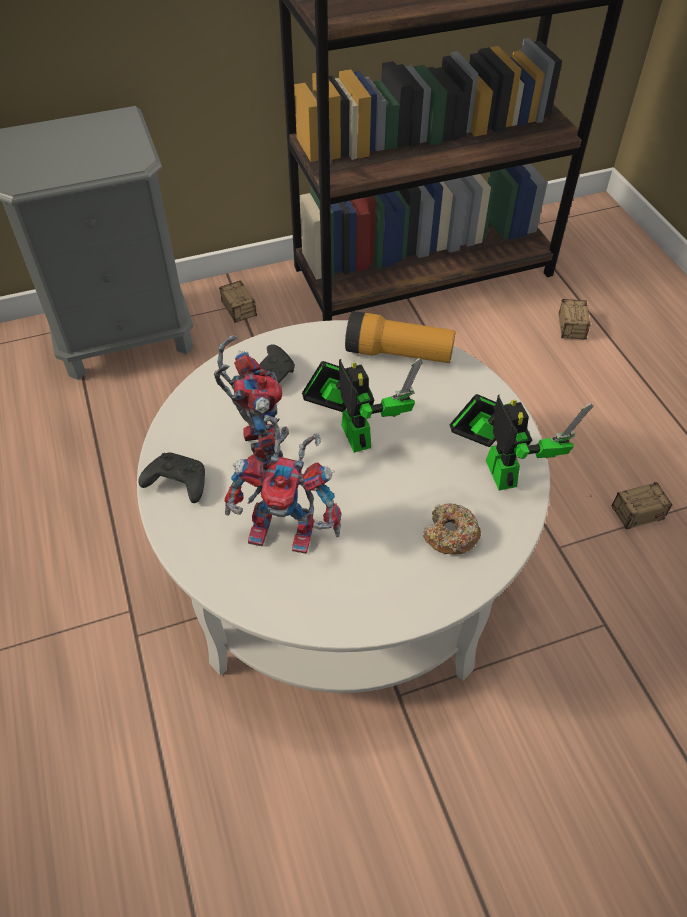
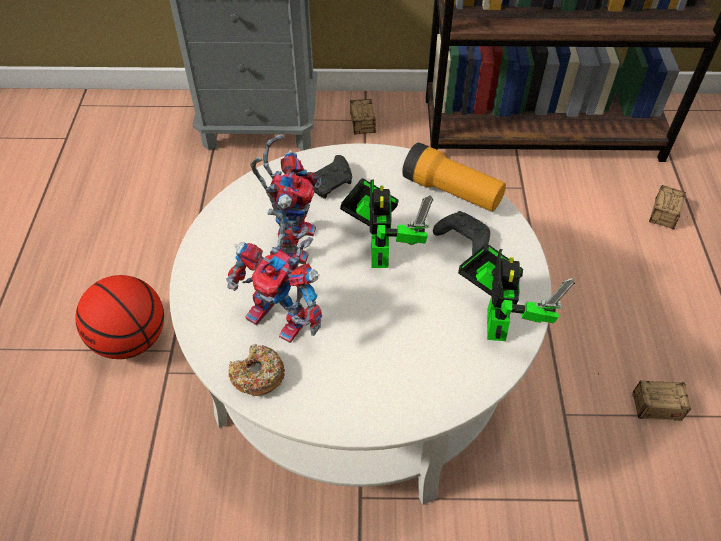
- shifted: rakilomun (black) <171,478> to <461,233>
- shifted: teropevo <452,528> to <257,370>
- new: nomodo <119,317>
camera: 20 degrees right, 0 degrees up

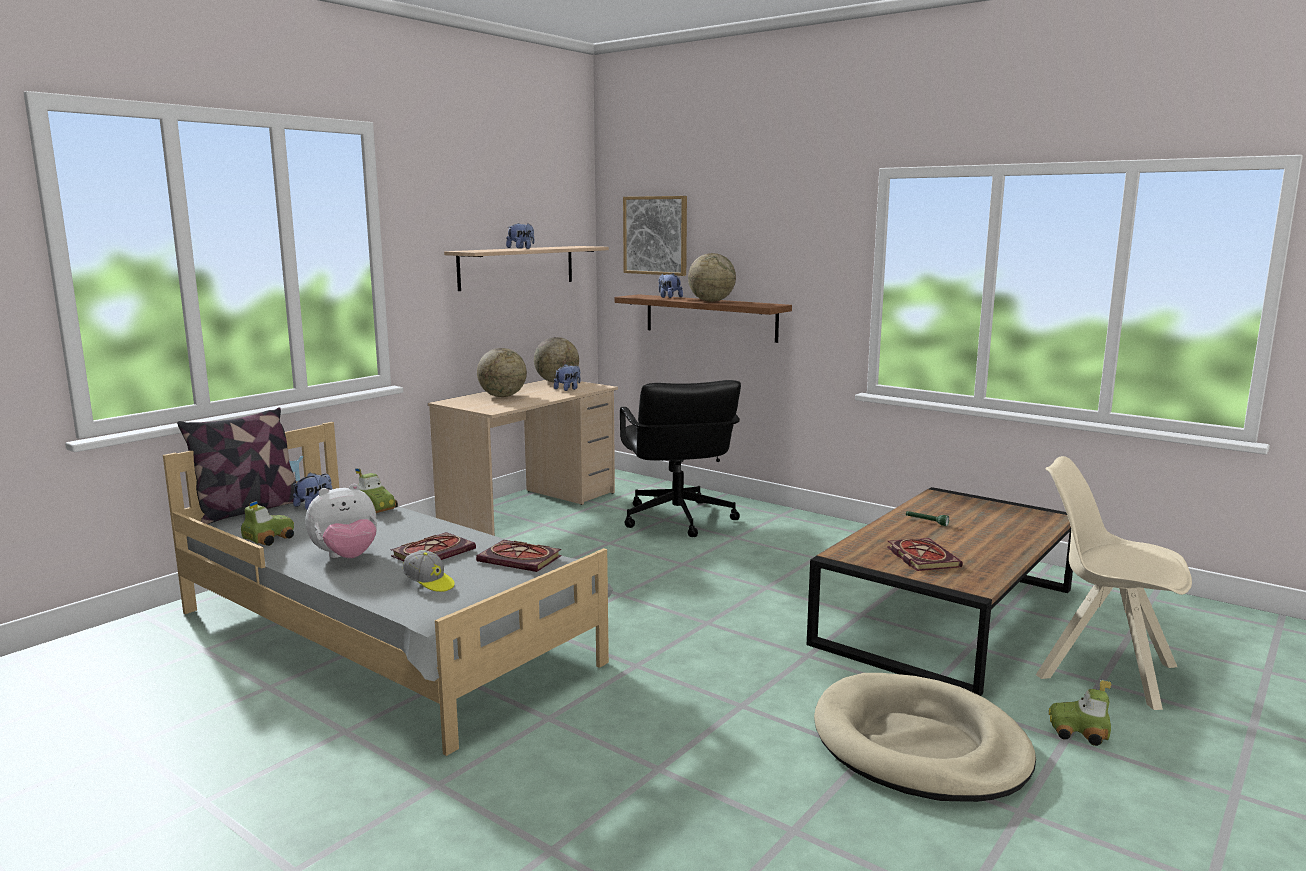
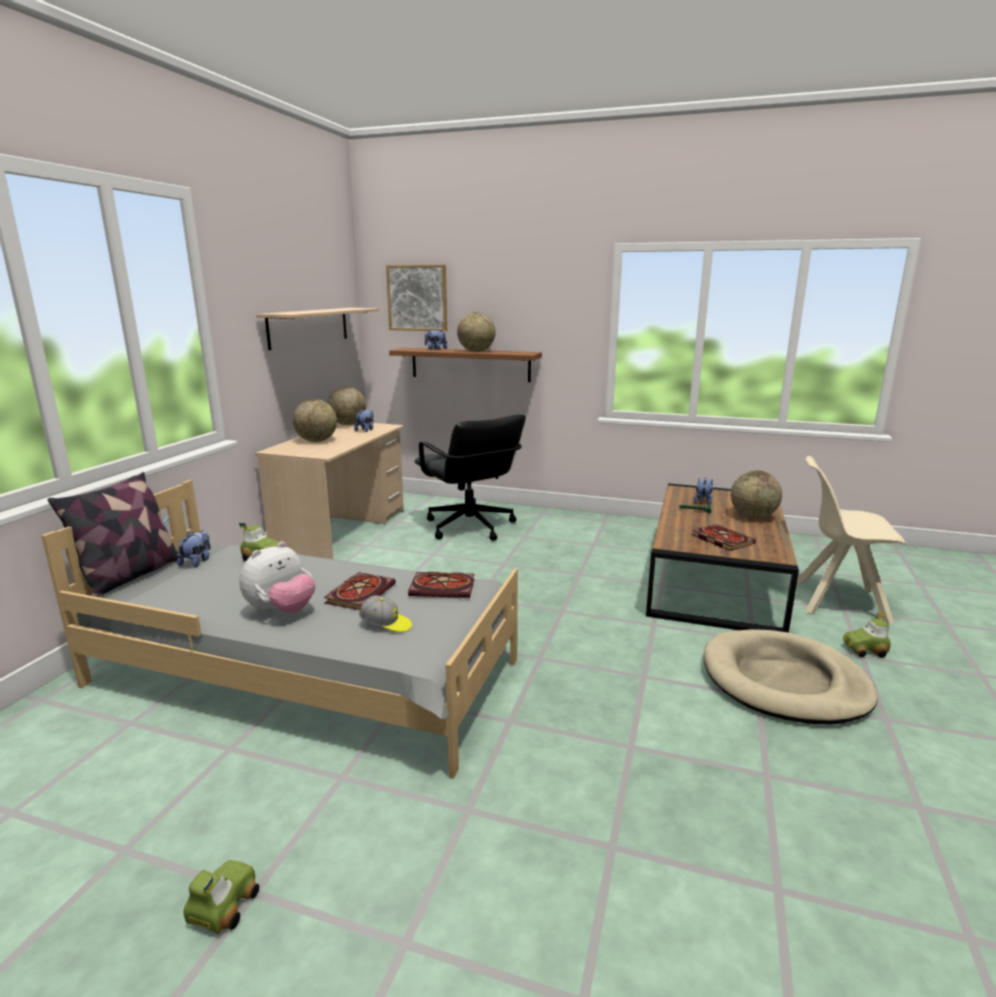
- shifted: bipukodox <267,523> to <221,897>
- shifted: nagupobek <520,236> to <703,491>
- new: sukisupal <756,494>
camera: 20 degrees left, 5 degrees up

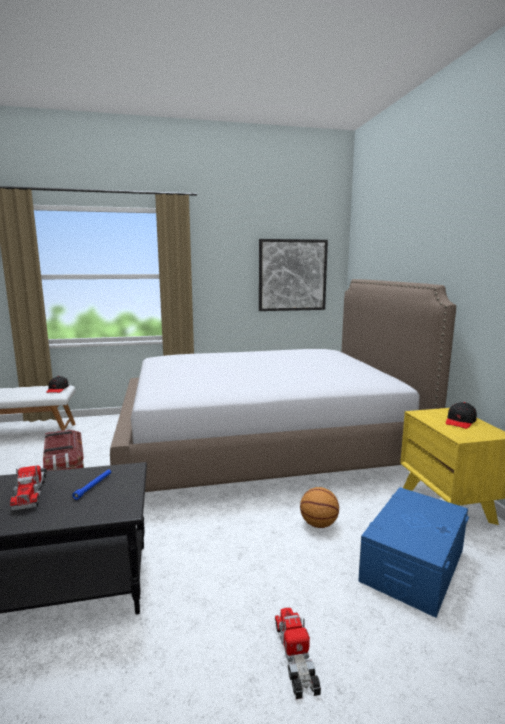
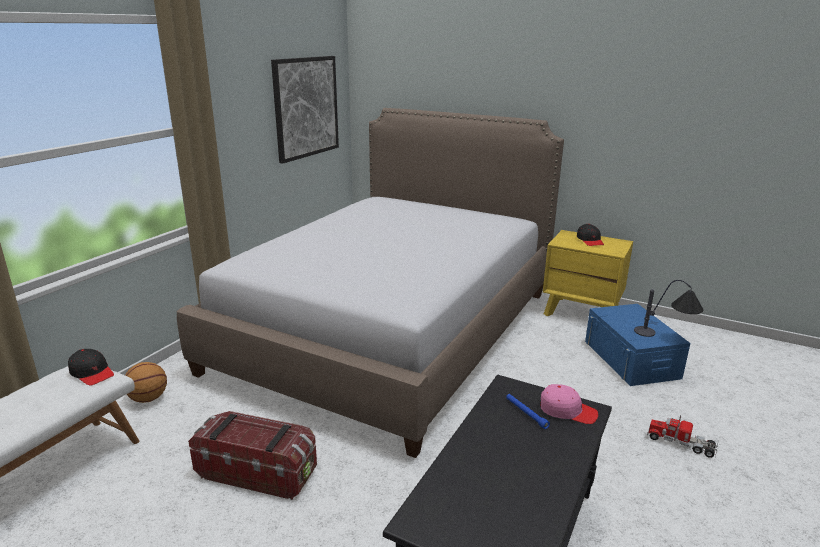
- gone: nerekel <28,487>
- shifted: nomodo <319,507> to <146,382>
- new: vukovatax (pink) <569,404>
- new: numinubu <668,308>
camera: 50 degrees left, 10 degrees up

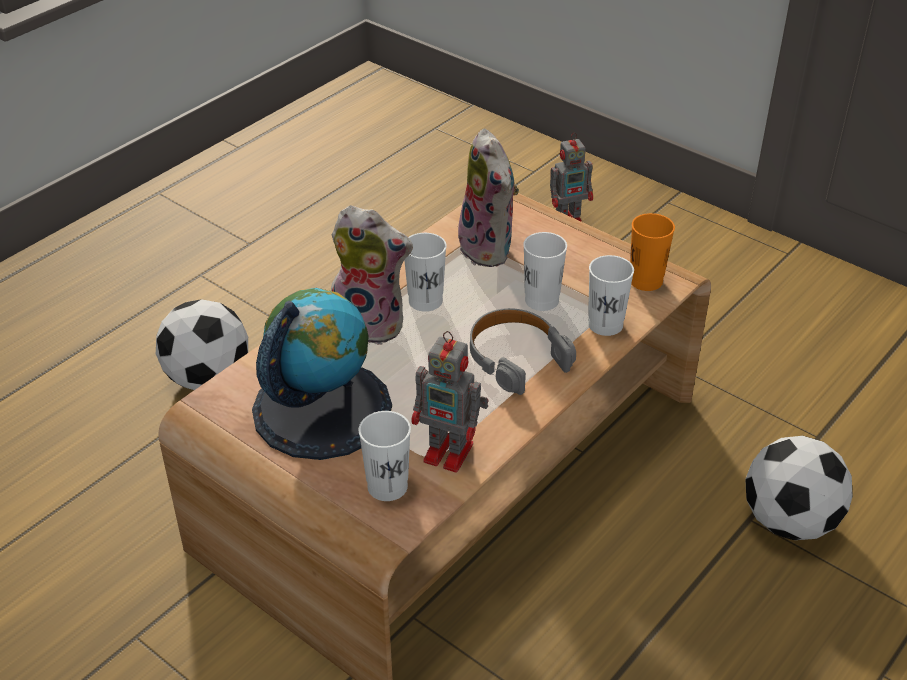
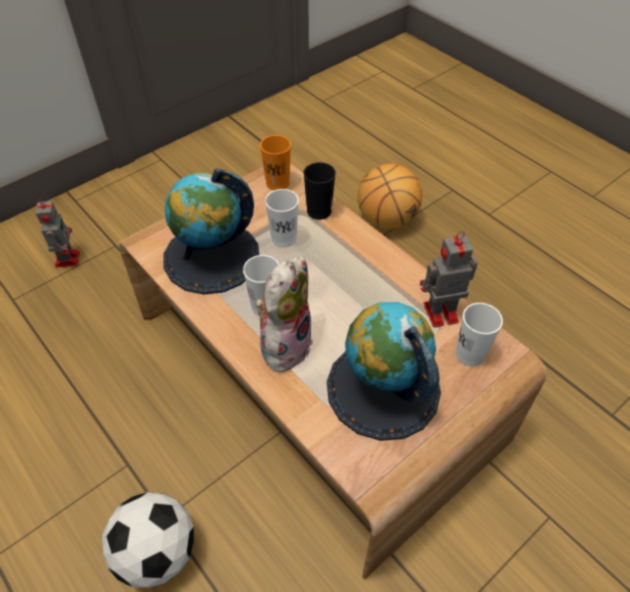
- rotated: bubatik <449,401> = <449,279> 135 degrees counterclockwise
- swapped: nagupobek <486,198> to sukisupal <211,231>
- gone: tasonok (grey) <523,351>
- repainted: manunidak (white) <611,295> to manunidak (black) <319,191>
- swapped: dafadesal <799,488> to nomodo <389,196>
camera: 80 degrees left, 10 degrees up

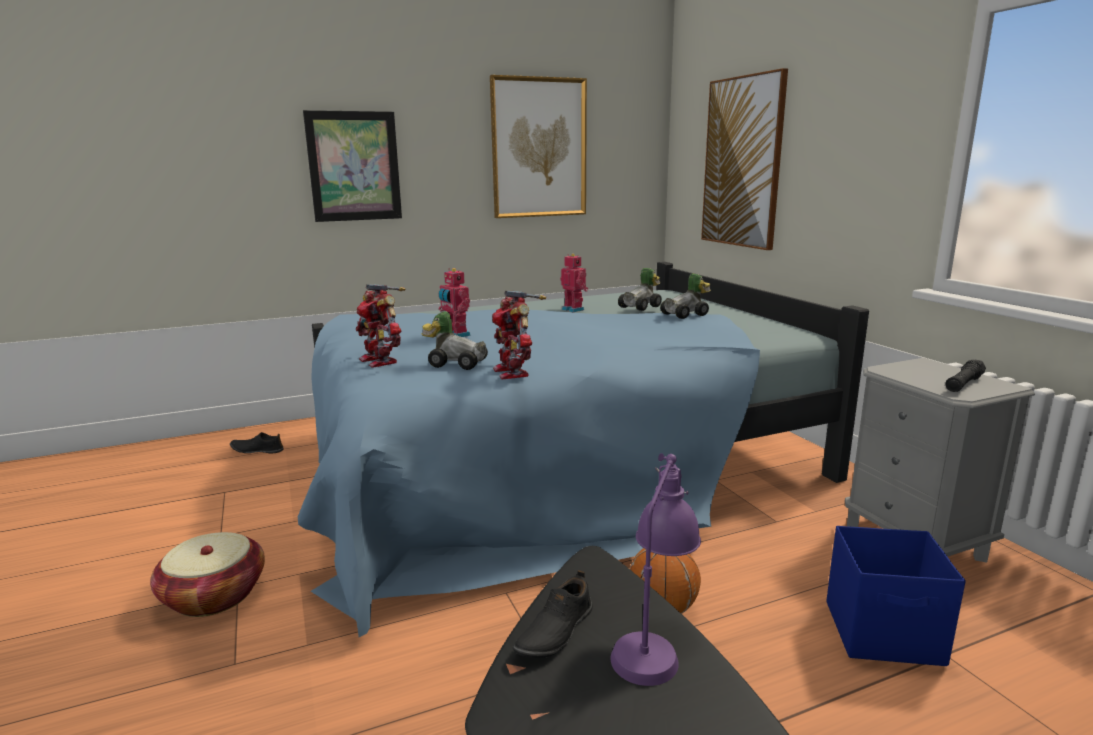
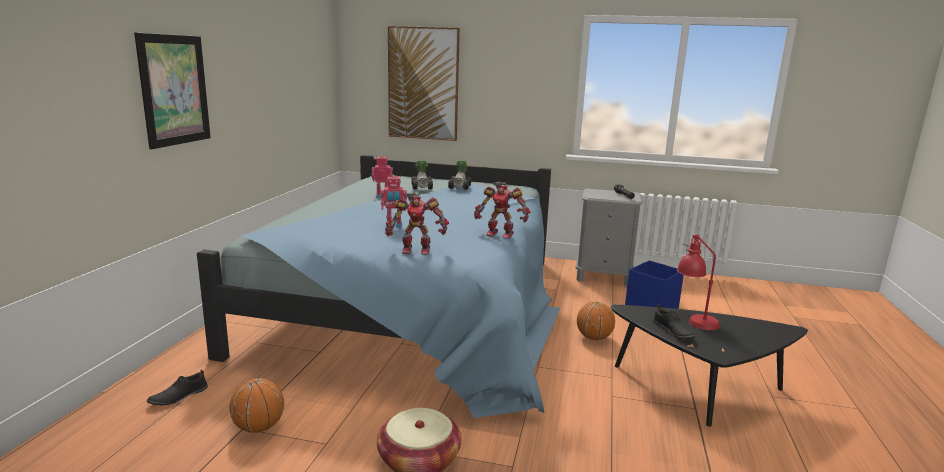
- gone: bipukodox <455,341>
- gone: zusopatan <538,146>
- repainted: numinubu (purple) <655,569> to numinubu (red) <698,282>
- new: nomodo <256,405>
camera: 55 degrees left, 0 degrees up

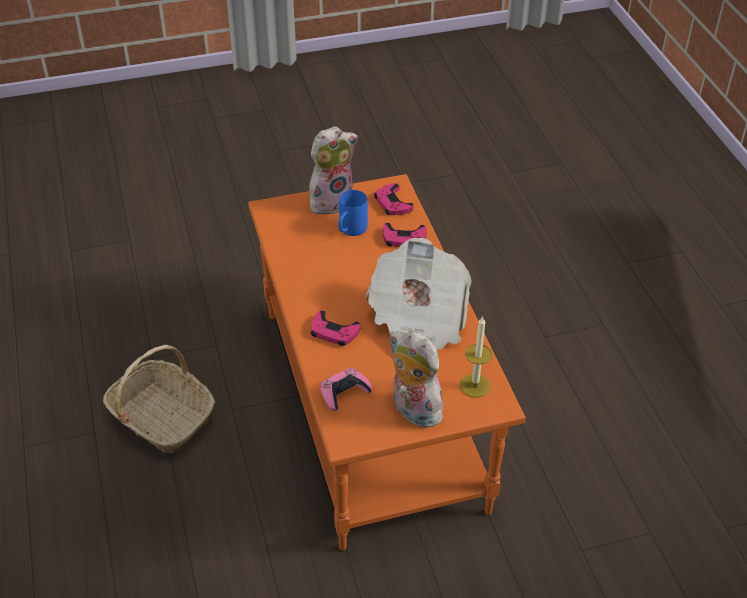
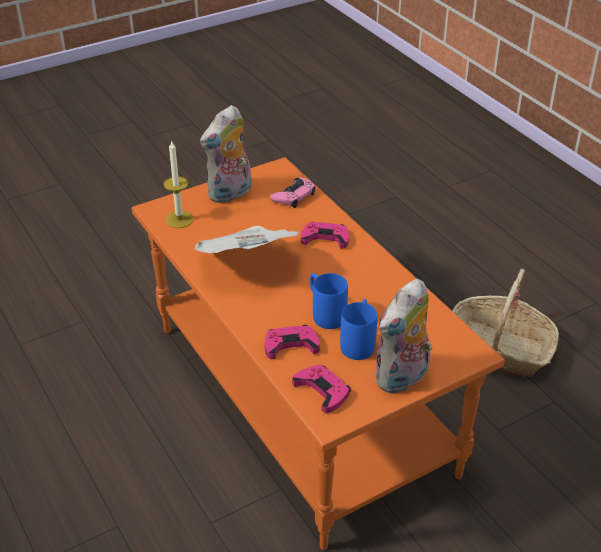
- rotated: nagupobek <416,379> = <226,154> 105 degrees clockwise
- new: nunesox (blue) <329,301>
camera: 165 degrees right, 5 degrees down

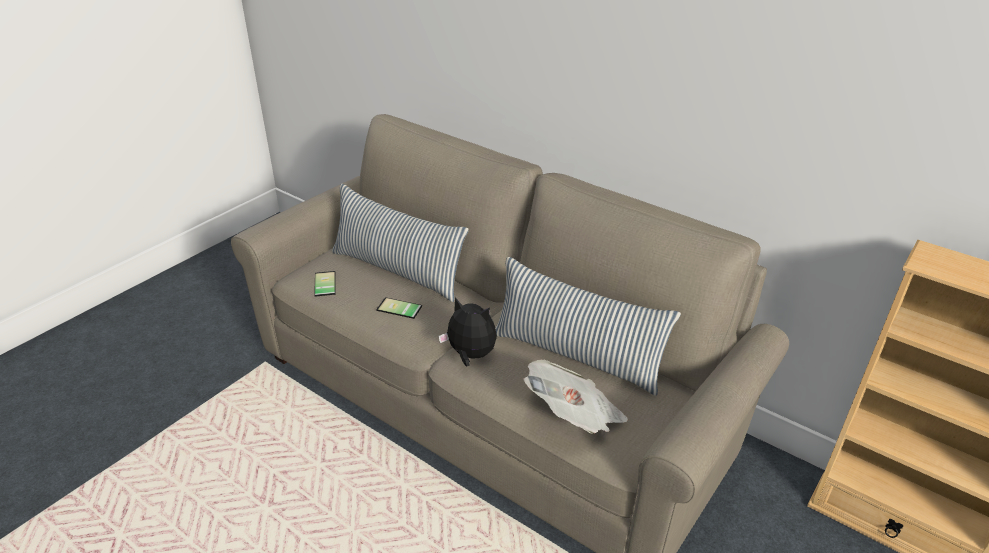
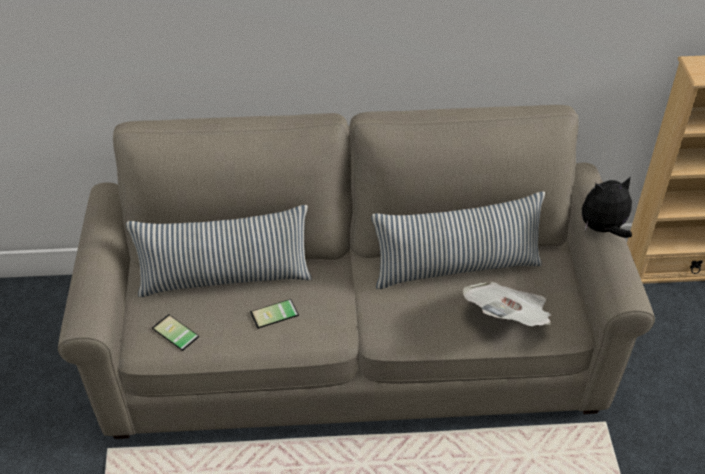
- shifted: nagupobek <468,331> to <607,207>
camera: 40 degrees left, 10 degrees up

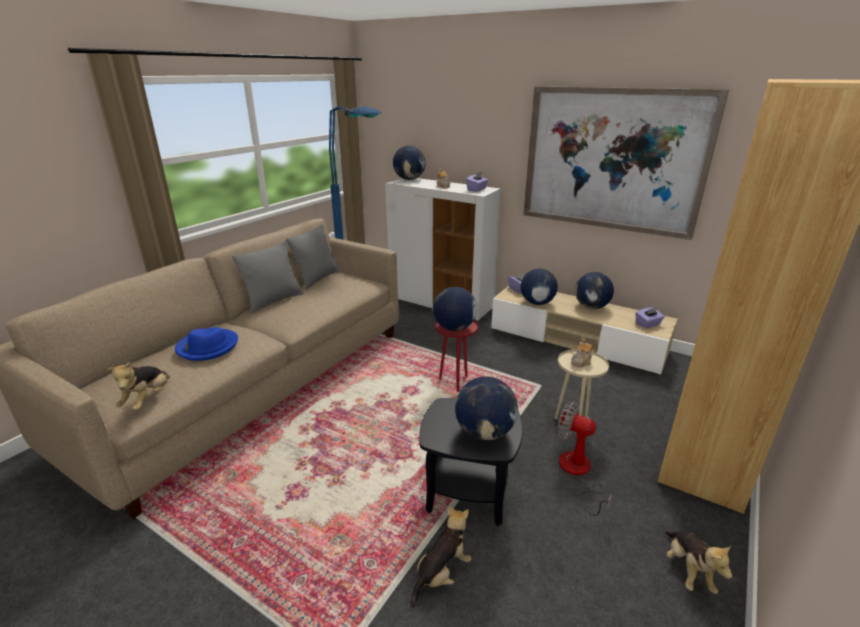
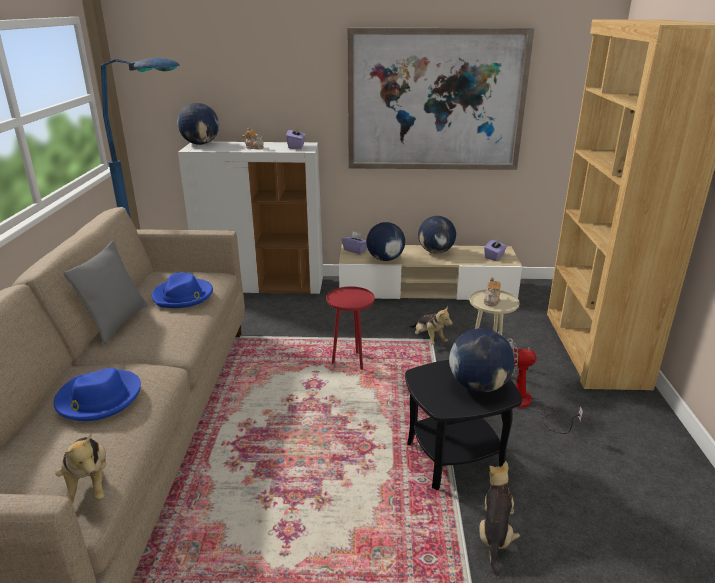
- gone: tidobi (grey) <313,257>
- gone: sukisupal <455,309>
- shifted: nagupobek <698,562> to <431,325>
- new: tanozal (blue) <182,290>
camera: 30 degrees left, 0 degrees up

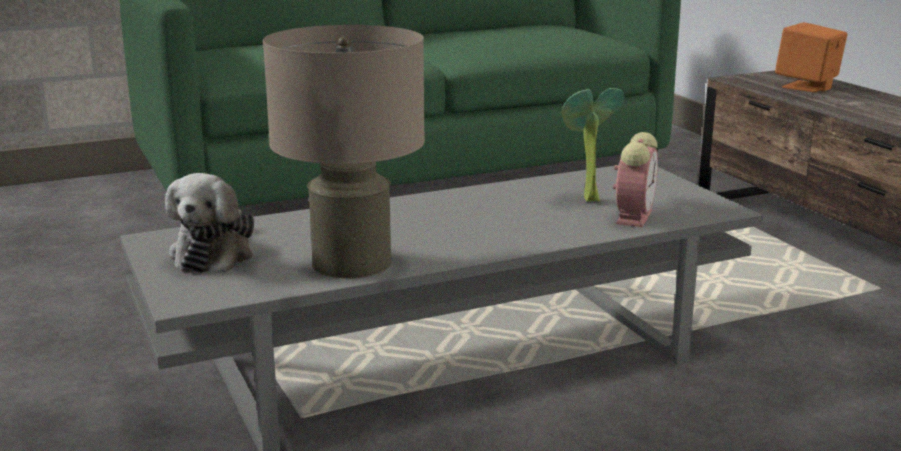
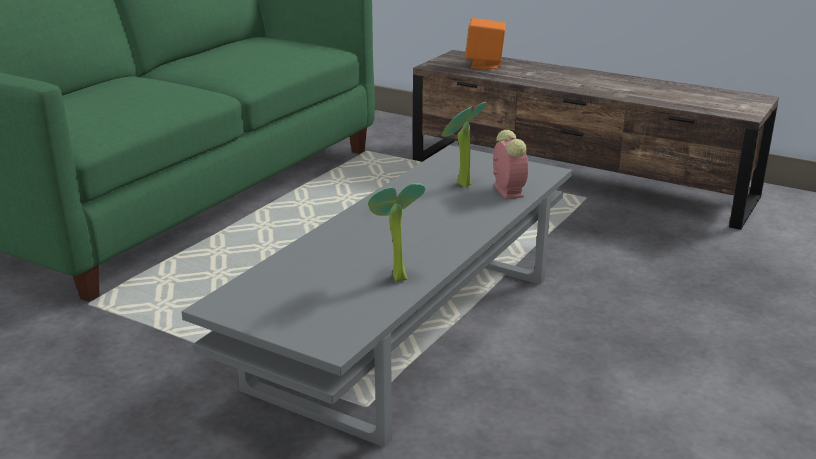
- gone: nagupobek <209,223>
- swapped: numinubu (beige) <344,151> to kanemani <396,232>
camera: 35 degrees left, 5 degrees up

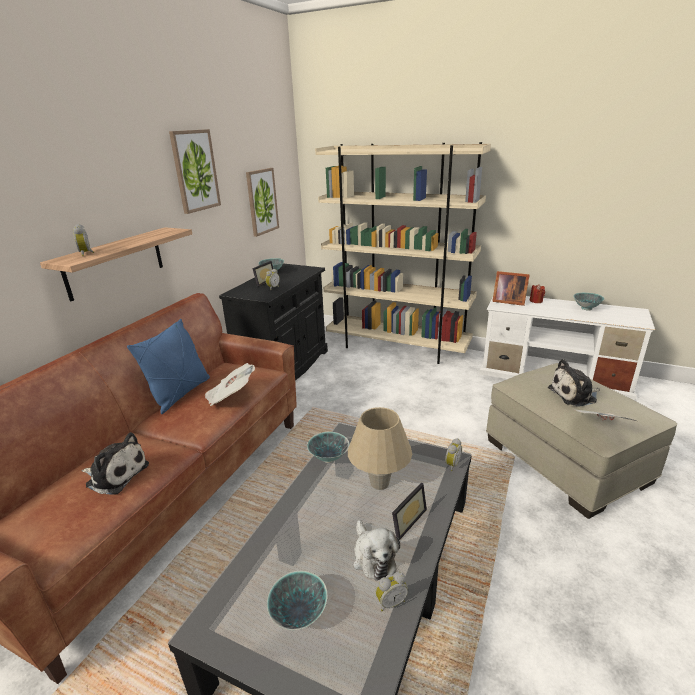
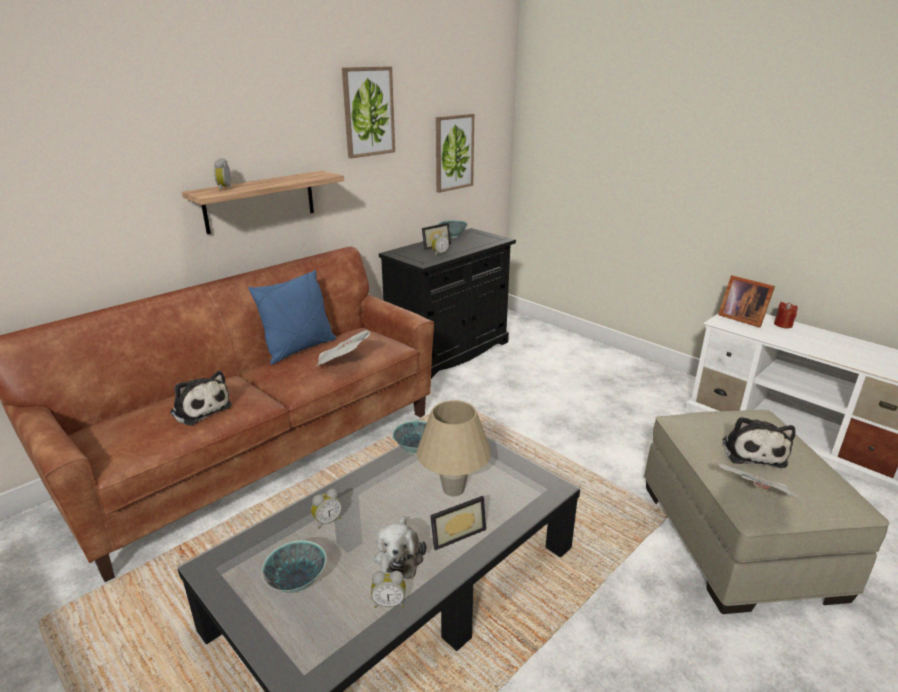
- gone: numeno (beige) <403,253>
- shifted: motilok <453,454> to <326,509>
- rotated: nagupobek <574,383> = <759,442> 90 degrees counterclockwise
- gone: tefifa <589,301>
camera: 20 degrees right, 0 degrees up

